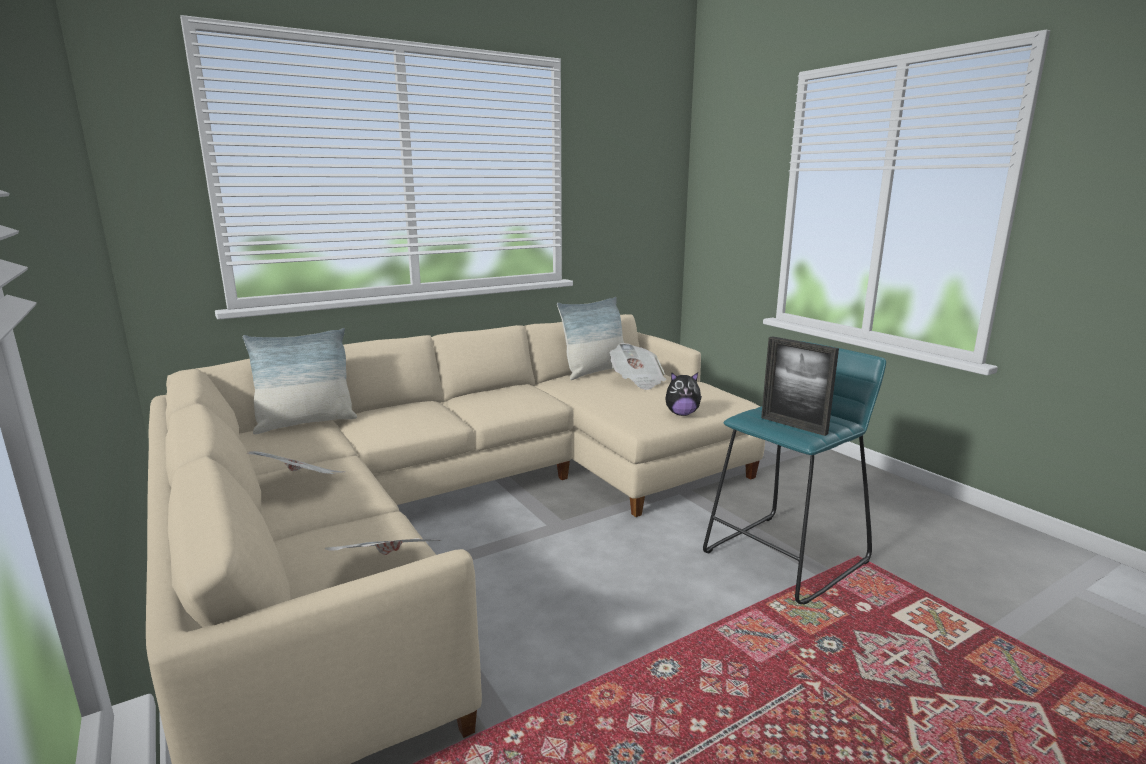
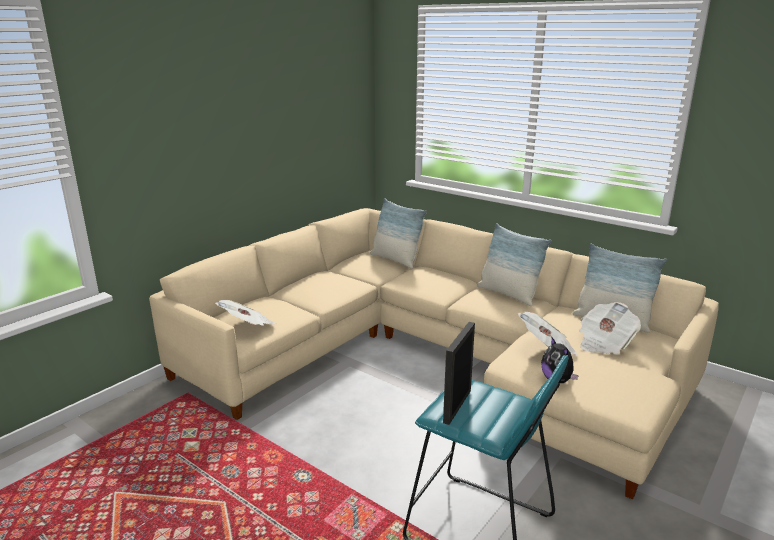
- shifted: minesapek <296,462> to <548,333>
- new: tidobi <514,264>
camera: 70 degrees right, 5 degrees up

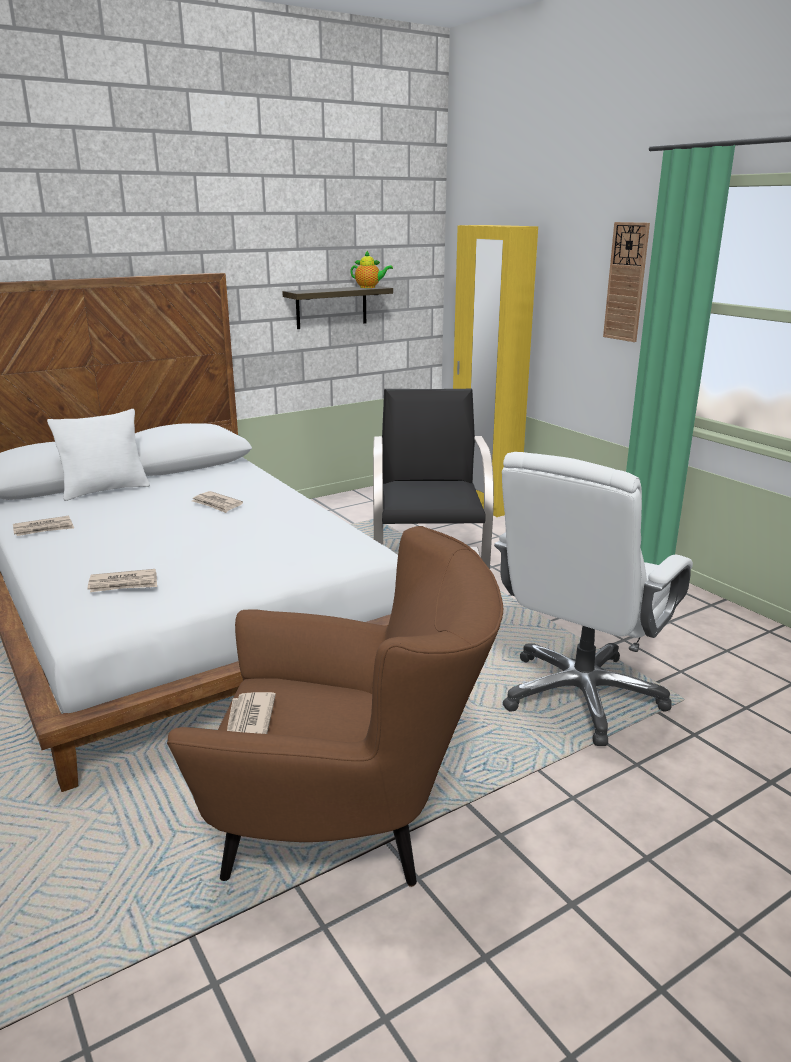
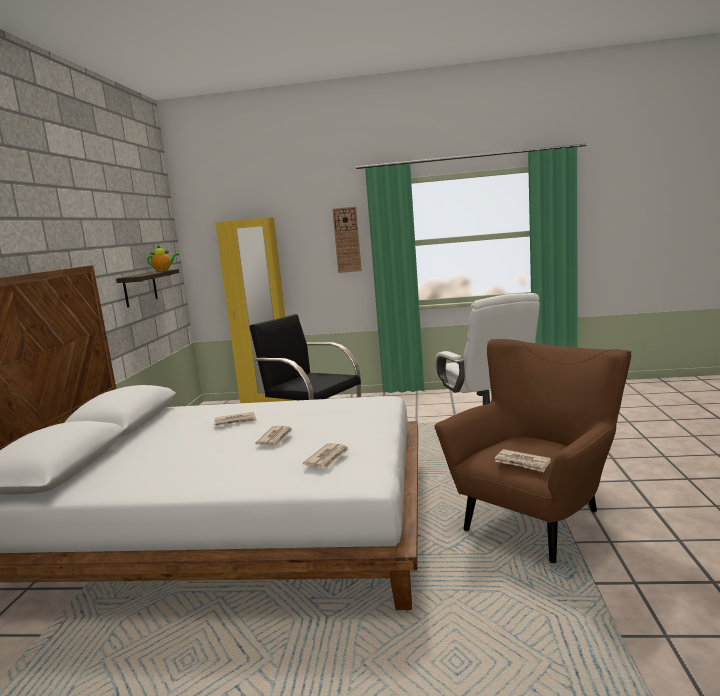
- shifted: minesapek <43,526> to <273,435>
- gone: tidobi (white) <98,455>
camera: 50 degrees left, 10 degrees down

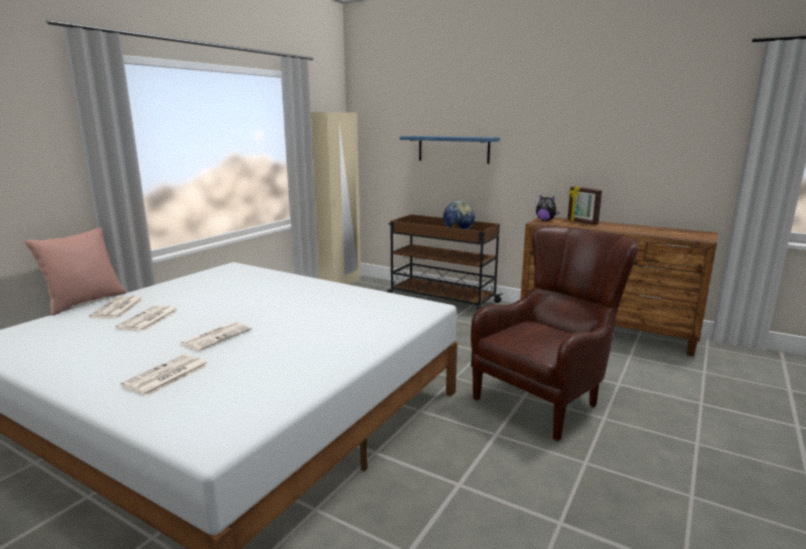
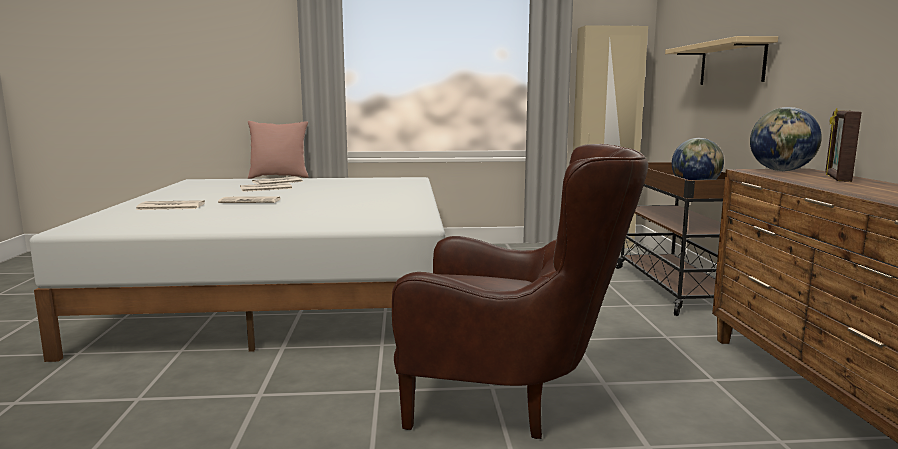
- repainted: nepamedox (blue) <450,150> to nepamedox (beige) <721,60>
- swapped: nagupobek <547,208> to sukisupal <786,139>
camera: 55 degrees right, 5 degrees down

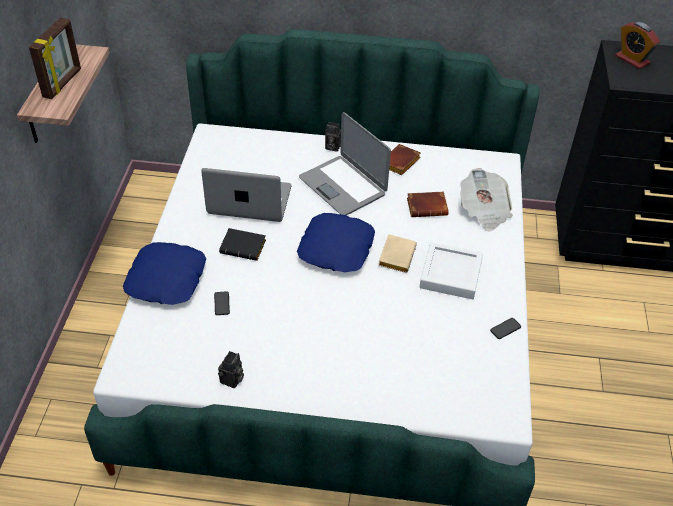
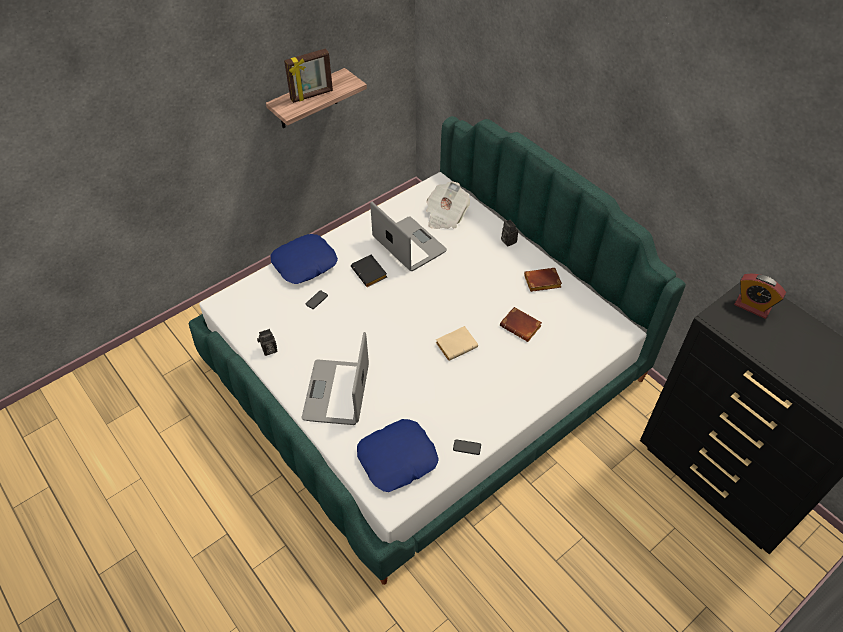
- shifted: tidobi (blue) <336,243> to <398,455>
- shifted: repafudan <345,163> to <335,378>
- gone: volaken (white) <451,270>
- shifted: minesapek <486,200> to <448,205>
- rotated: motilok <637,45> = <760,296> 60 degrees counterclockwise
camera: 45 degrees right, 5 degrees up

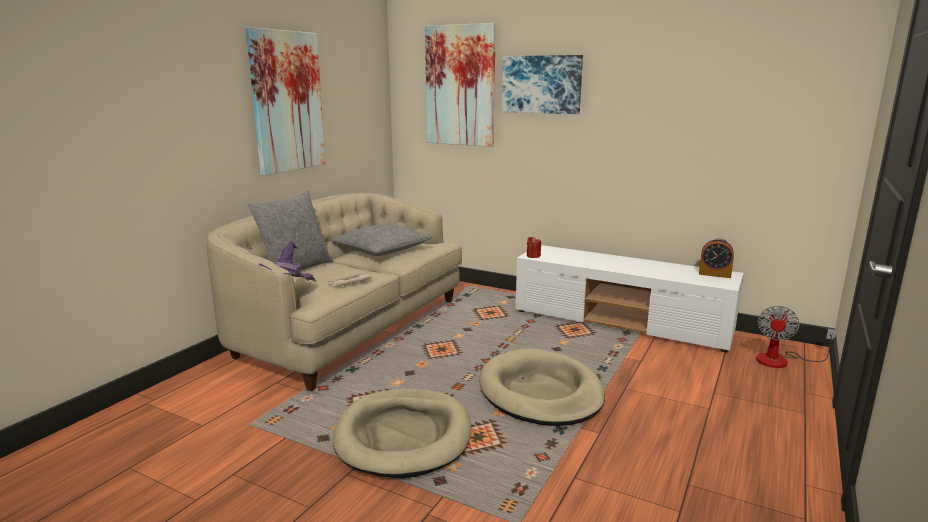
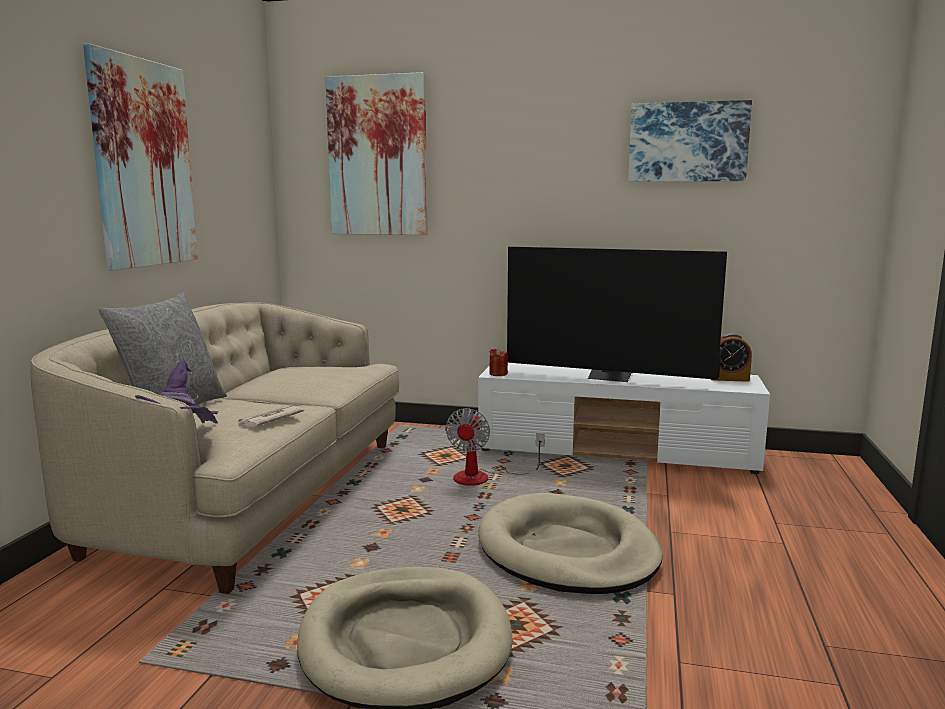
- gone: tidobi (grey) <381,240>
- shifted: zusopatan <542,84> to <690,141>
- shifted: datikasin <796,337> to <495,447>
- new: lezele <617,314>
camera: 15 degrees left, 5 degrees down

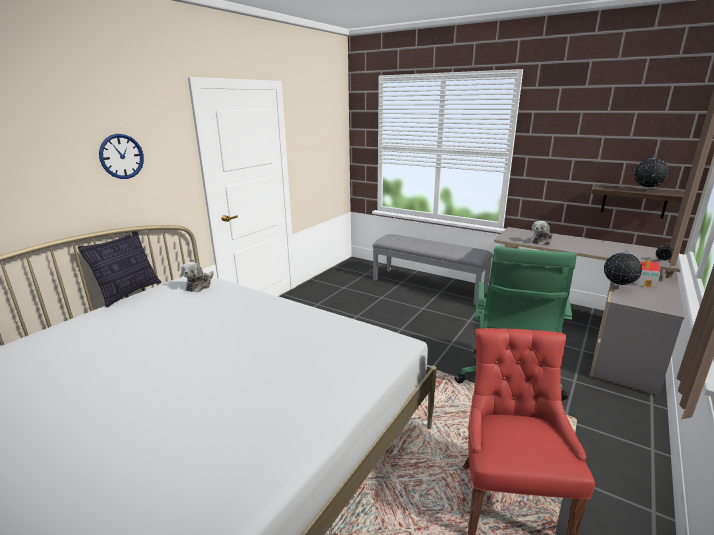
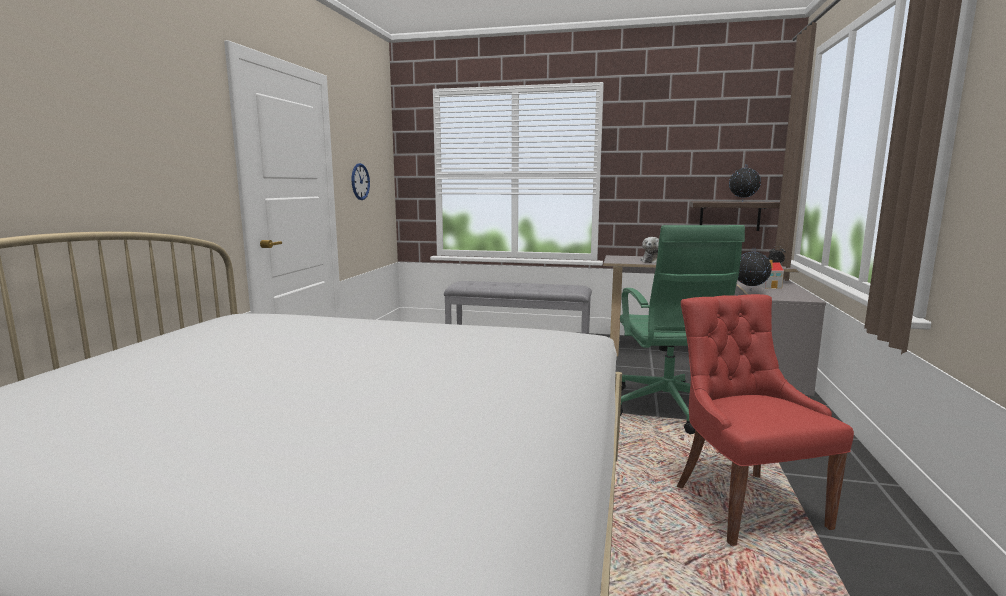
- gone: tidobi <119,269>
- shifted: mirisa <121,156> to <361,181>
- gone: nagupobek <197,277>
camera: 20 degrees left, 10 degrees down

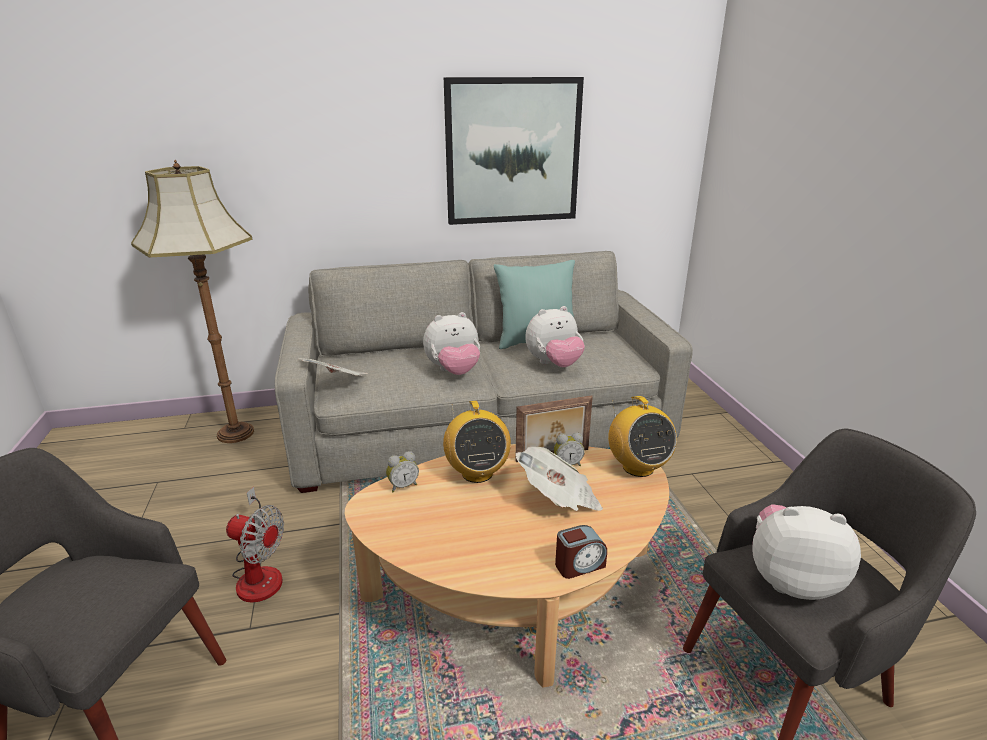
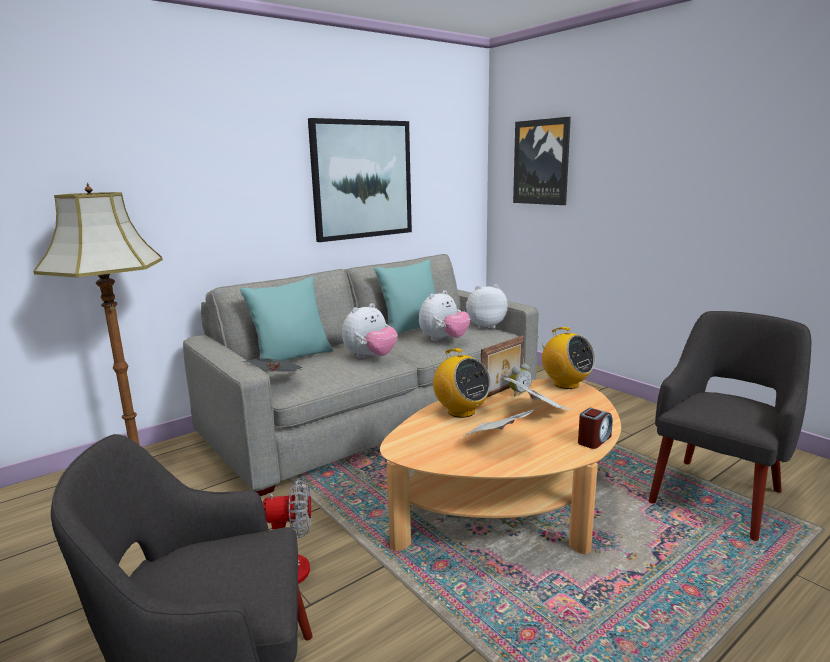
- gone: motilok <402,471>
- shifted: nagupobek <806,552> to <487,306>
- new: tidobi (turquoise) <286,324>
- new: minesapek <498,422>
- new: zusopatan <542,161>
camera: 25 degrees left, 10 degrees down

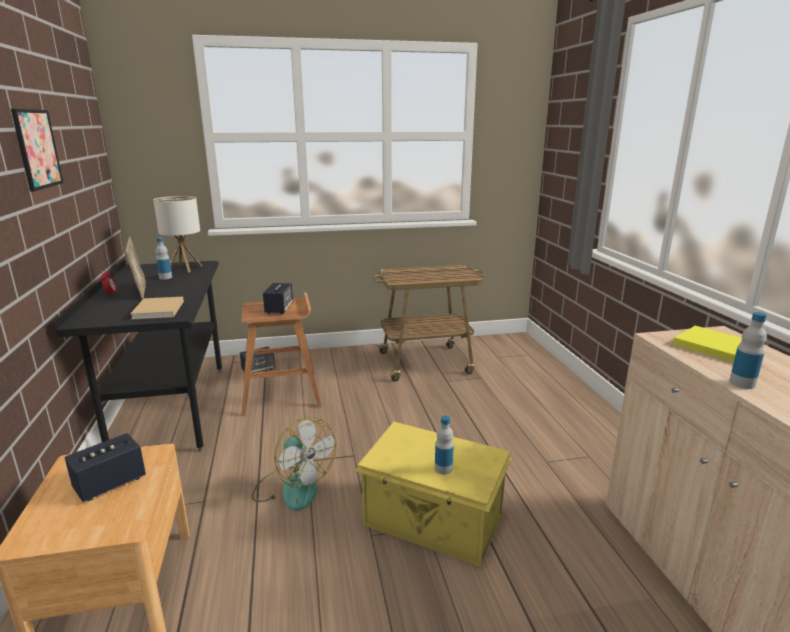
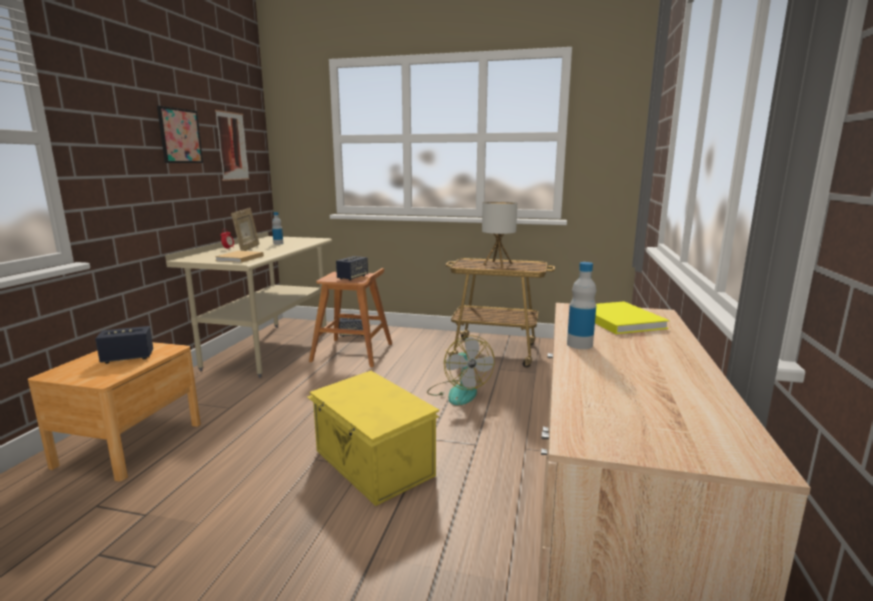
- repainted: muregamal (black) <137,355> to muregamal (beige) <248,305>
- shifted: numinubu <177,234> to <499,234>
- shifted: datikasin <294,463> to <460,370>
- gone: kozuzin <444,445>
- new: zusopatan <232,145>
camera: 25 degrees right, 5 degrees down

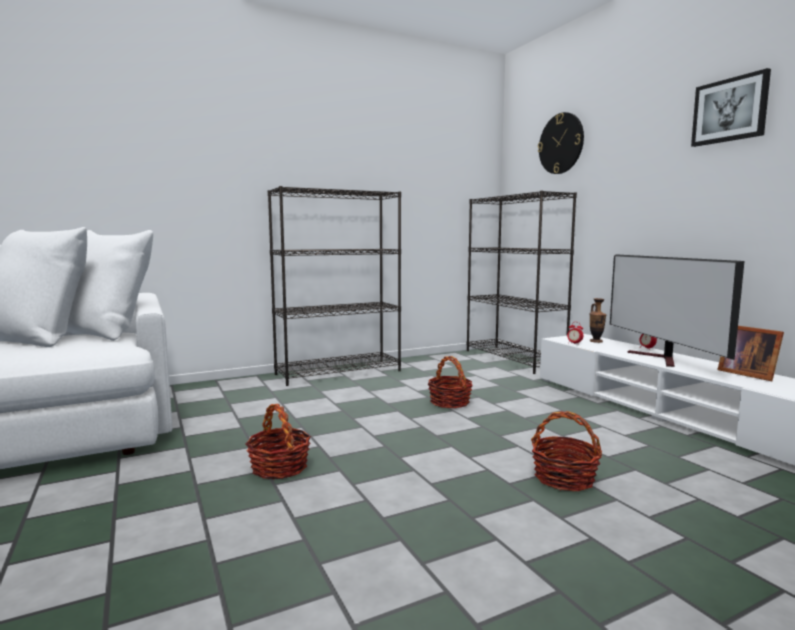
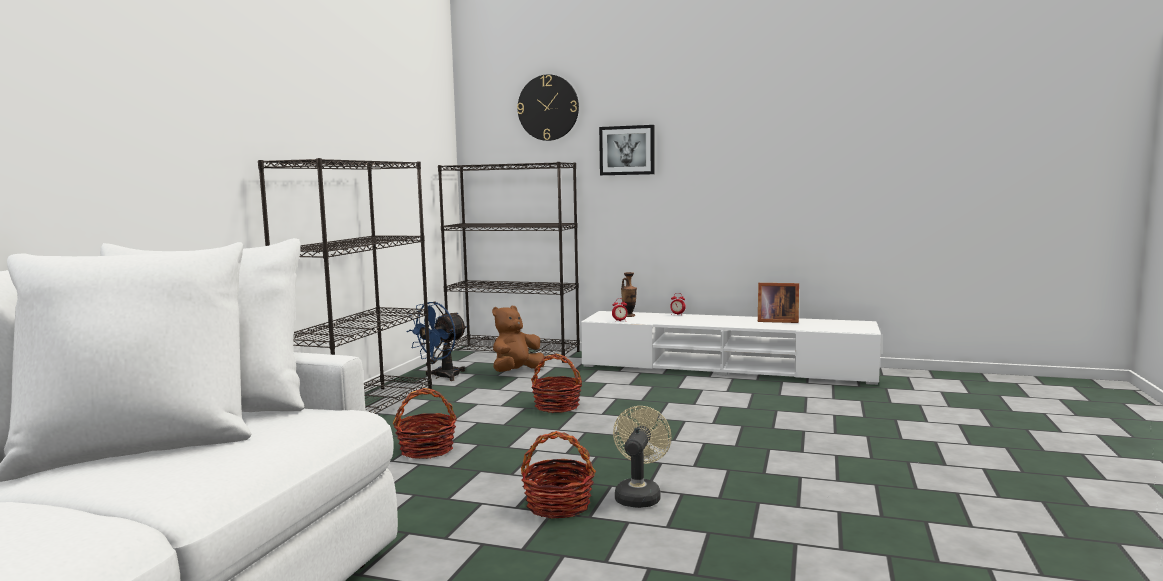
- shifted: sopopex <566,451> to <424,423>
- gone: lezele <677,310>
- shifted: zusopatan <731,107> to <627,150>
- new: datikasin (blue) <436,341>
- new: nagupobek (brown) <518,339>
- new: datikasin (beige) <642,457>
camera: 45 degrees left, 0 degrees up

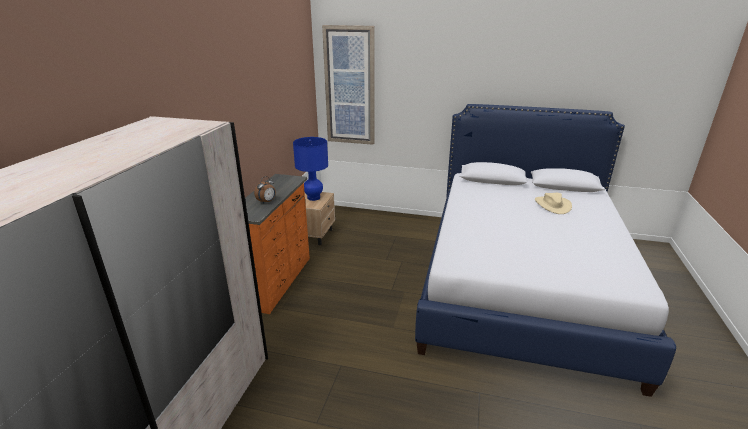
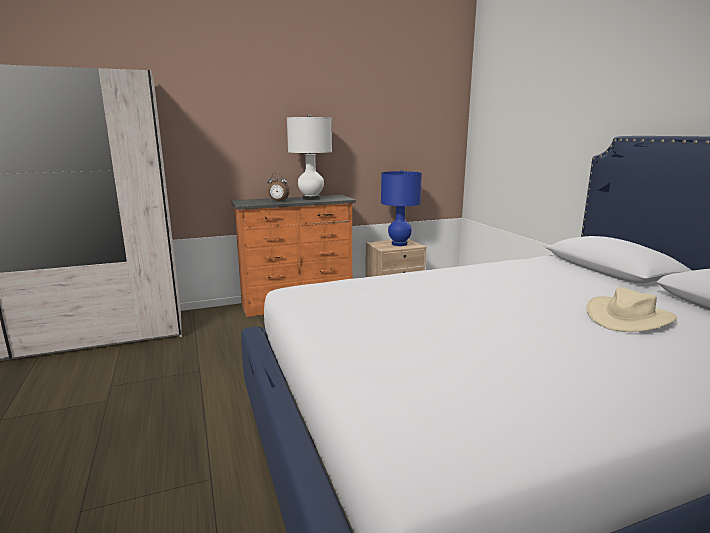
- gone: zusopatan <348,85>
- new: numinubu (white) <309,157>
camera: 55 degrees right, 10 degrees down

